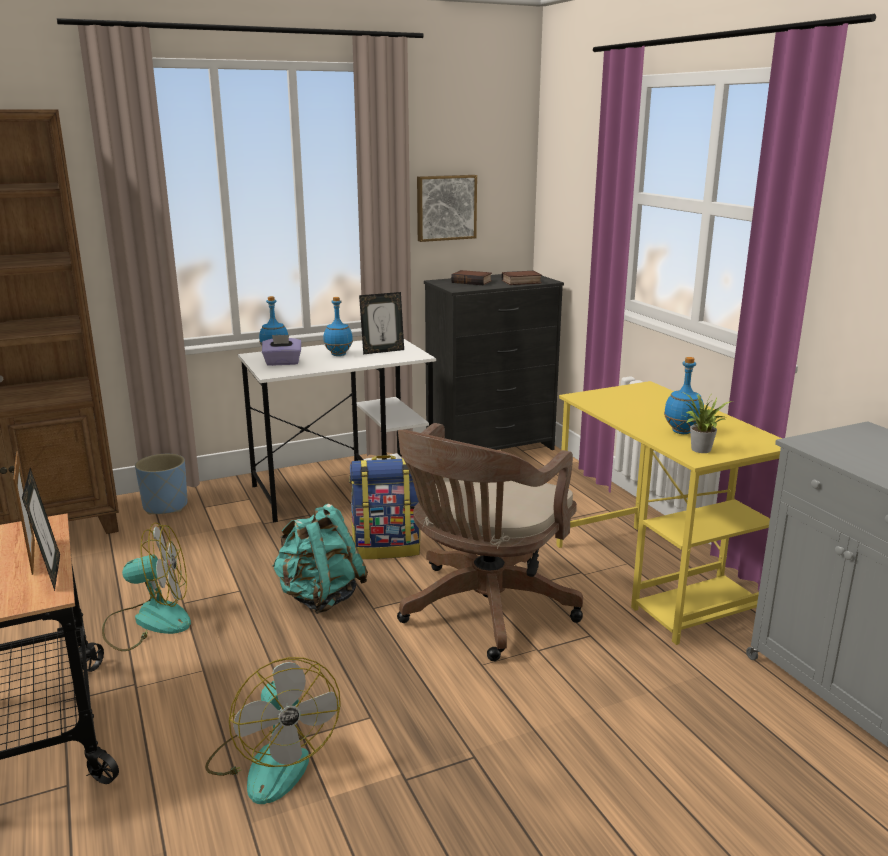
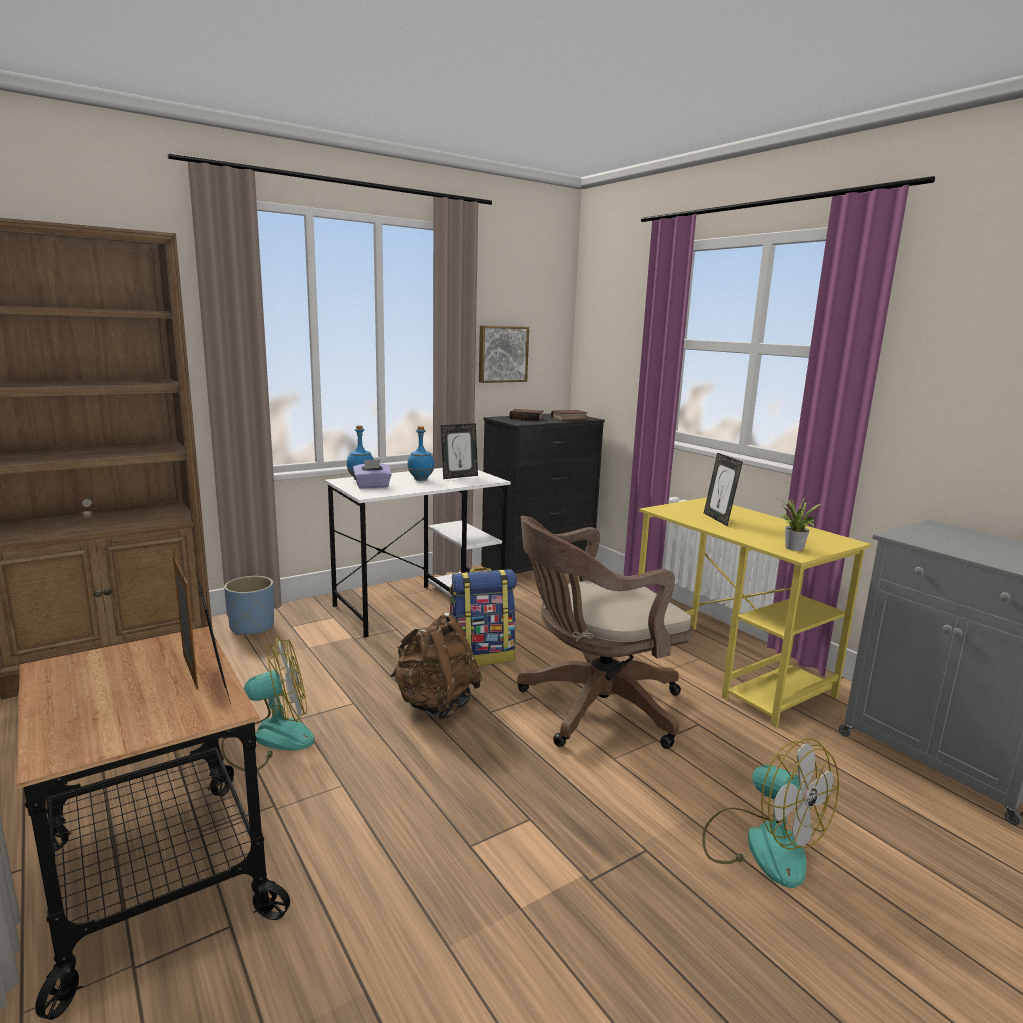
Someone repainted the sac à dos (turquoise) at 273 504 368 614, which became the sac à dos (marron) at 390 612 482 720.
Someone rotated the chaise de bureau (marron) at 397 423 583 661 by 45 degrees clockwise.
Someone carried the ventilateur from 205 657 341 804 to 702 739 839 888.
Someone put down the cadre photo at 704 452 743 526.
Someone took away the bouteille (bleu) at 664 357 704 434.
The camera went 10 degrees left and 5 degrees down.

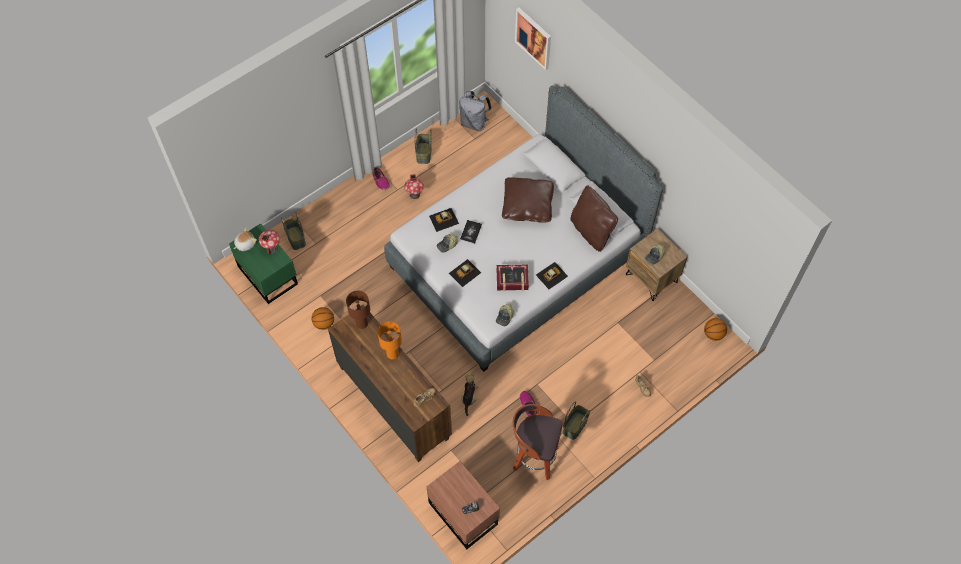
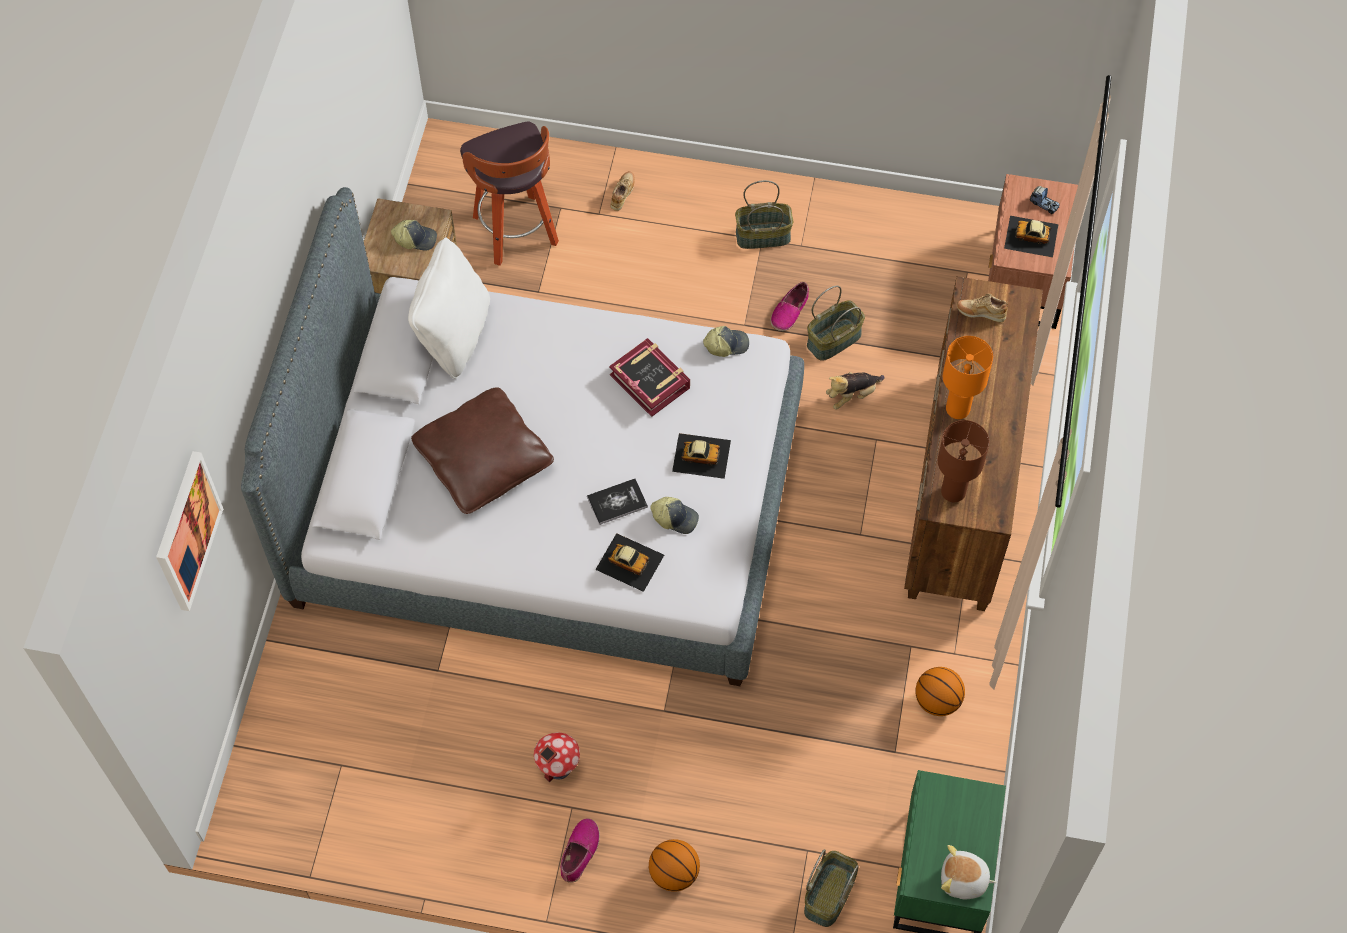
Someone repainted the coussin (marron) at 570 185 618 252, which became the coussin (blanc) at 408 237 490 379.
Someone carried the tabouret from 513 404 562 480 to 460 122 559 266.
Someone carried the ballon de basket from 704 318 727 341 to 649 839 700 892.
Someone carried the panier from 415 129 432 164 to 807 286 865 361.
Someone carried the petite voiture from 536 262 568 289 to 1004 216 1059 258.
Someone took away the maison miniature at 259 230 280 255.
Someone took away the sac à dos (gris) at 459 91 491 131.
The camera went 130 degrees left and 0 degrees up.

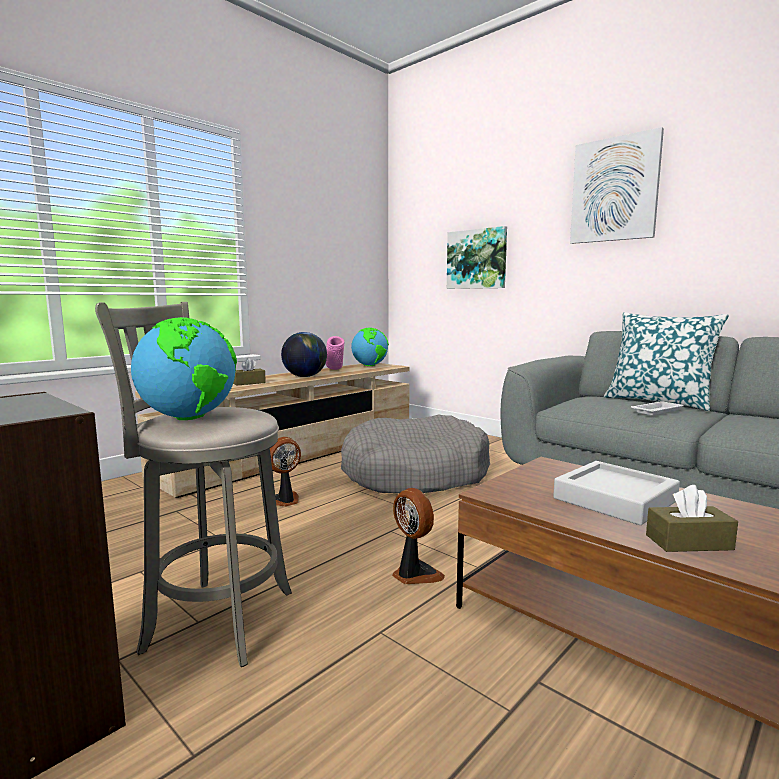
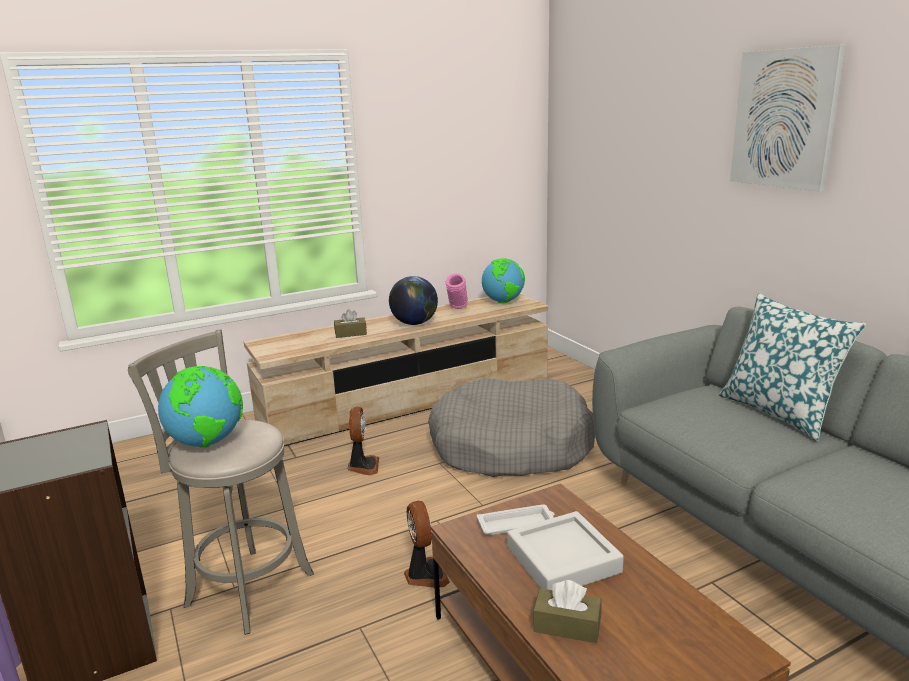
Someone rotated the ventilateur at 270 437 301 507 by 105 degrees clockwise.
Someone carried the plateau (blanc) from 631 401 684 415 to 477 504 555 535.
Someone took away the tableau at 447 226 507 289.
The camera went 20 degrees right and 10 degrees up.

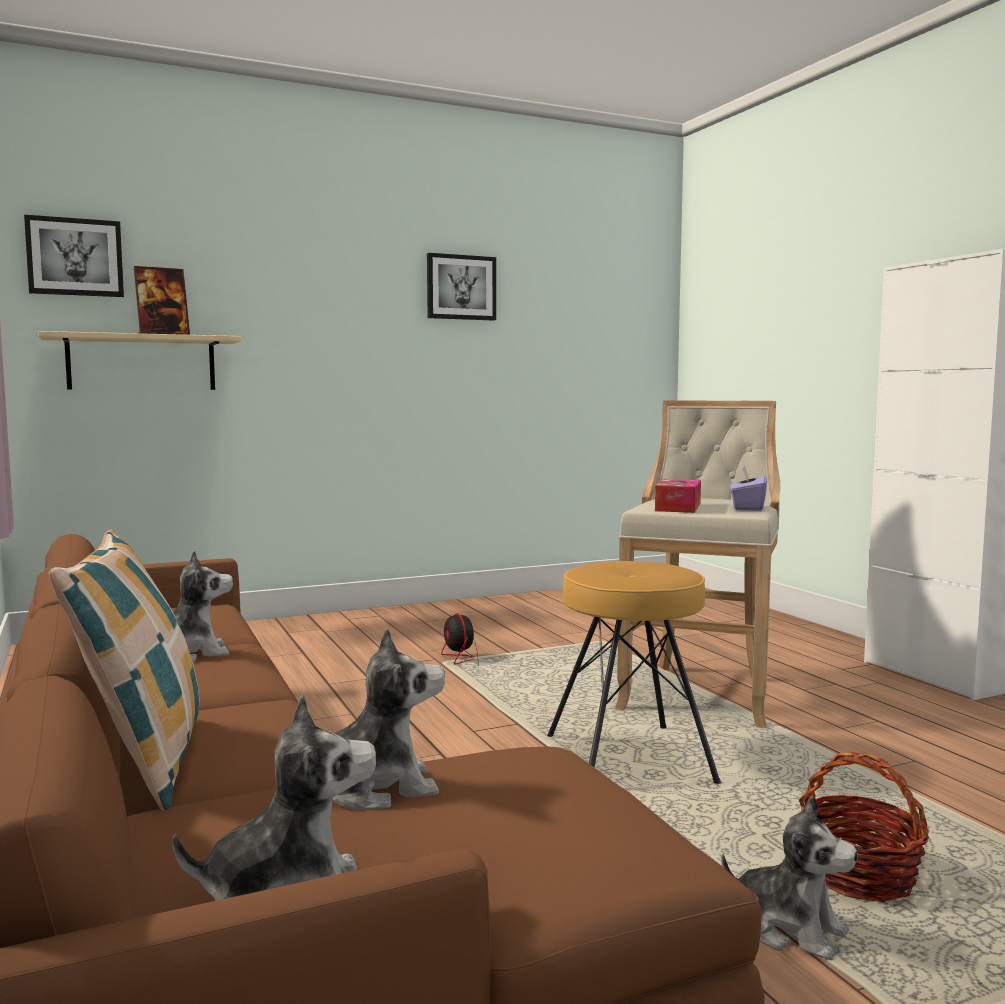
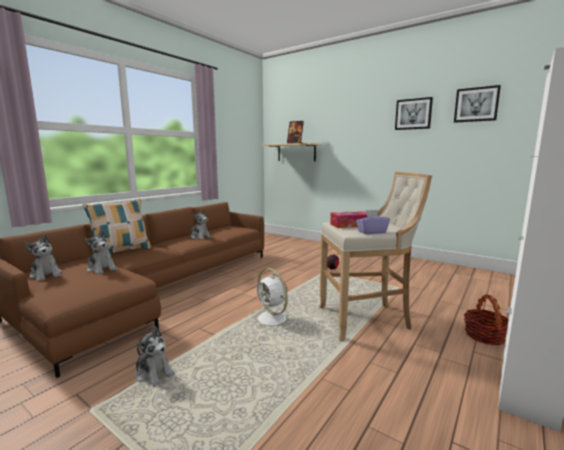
Someone rotated the peluche at 721 795 858 960 by 60 degrees counterclockwise.
Someone swapped the tabouret (marron) at 547 561 721 784 for the ventilateur (blanc) at 249 268 297 331.
Someone carried the tableau from 24 215 124 297 to 454 85 501 123.
Someone carried the panier from 799 752 929 902 to 464 294 509 345.
The camera went 60 degrees right and 5 degrees up.

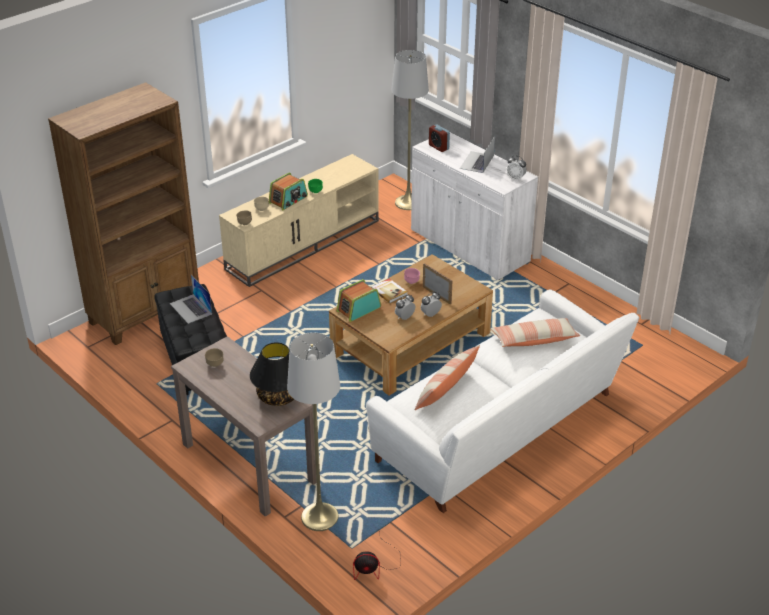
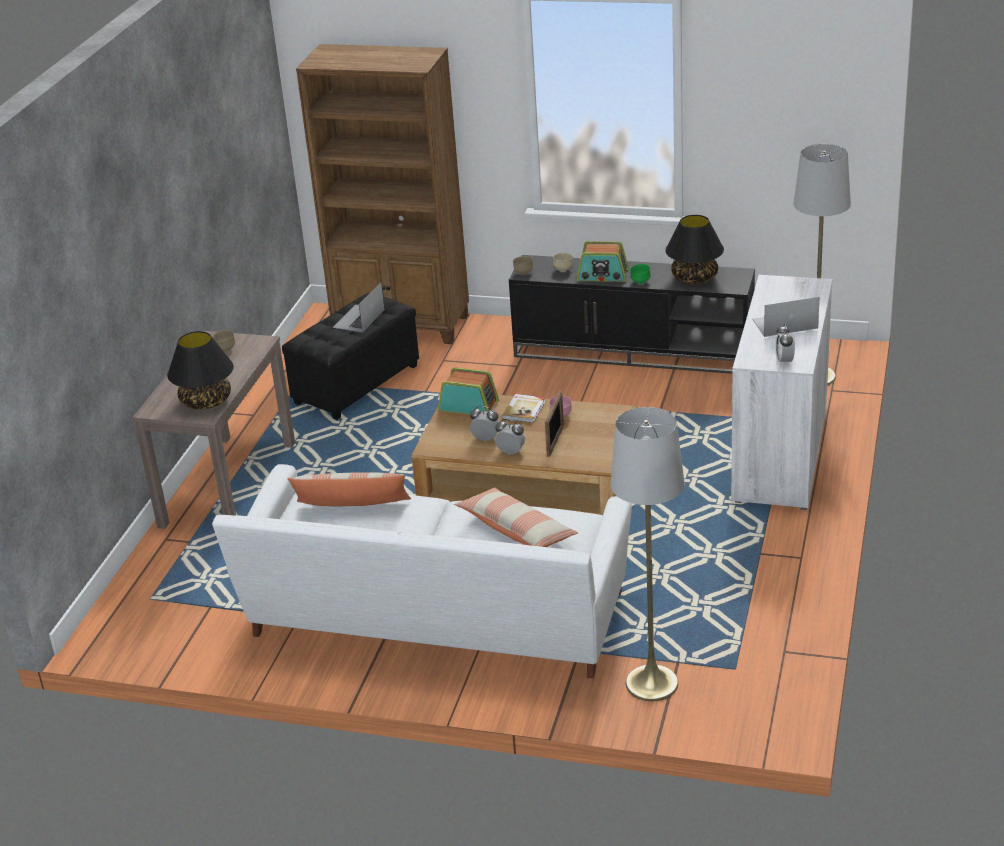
Someone repainted the meuble télé (beige) at 219 154 379 287, which became the meuble télé (noir) at 509 255 755 374.
Someone carried the lampadaire (gris) from 287 332 340 531 to 611 407 685 701.
Someone put down the lampe de table (noir) at 665 215 724 284.
Someone took away the ventilateur at 353 530 401 580.
Someone took away the réveil at 429 124 450 152.
The camera went 60 degrees right and 5 degrees down.

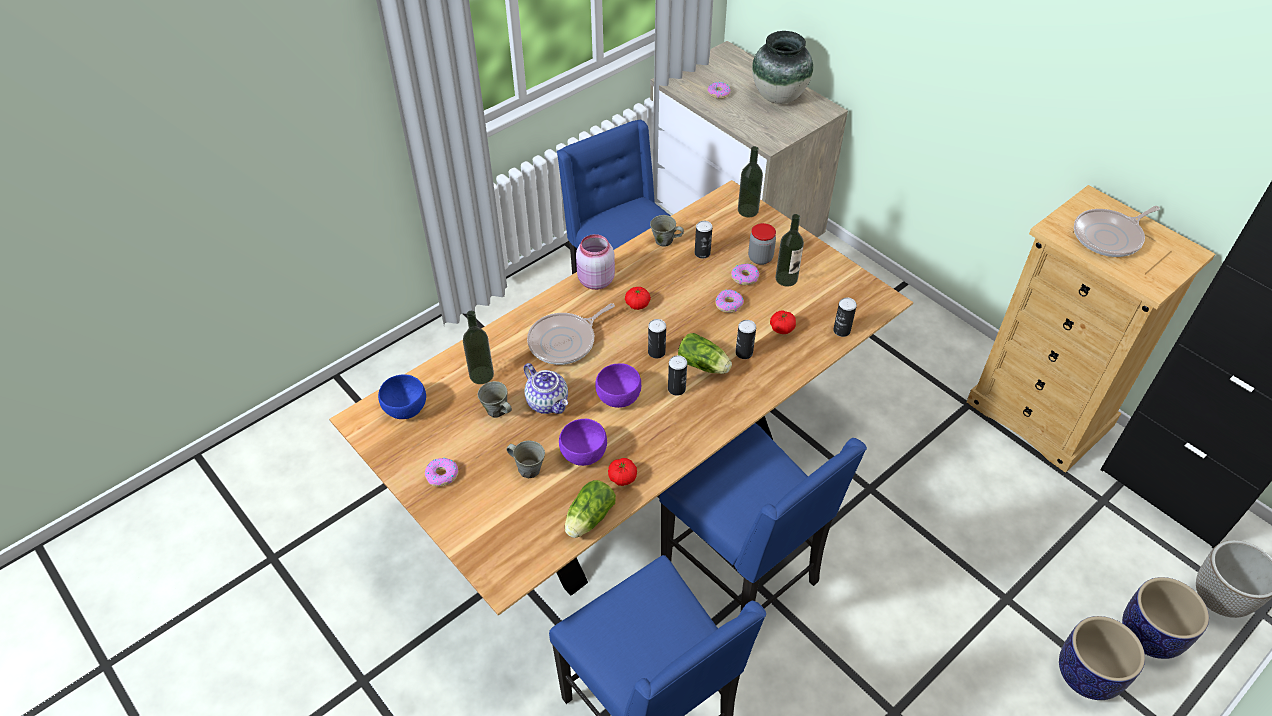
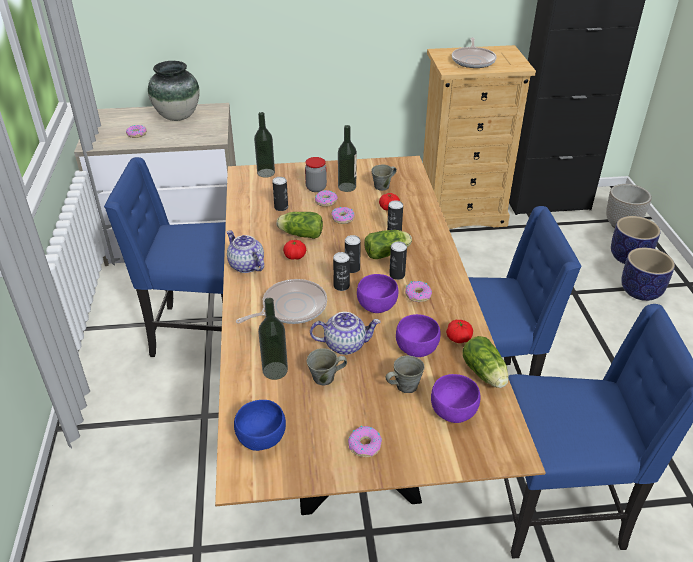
Someone swapped the bocal (rose) at 576 234 615 290 for the théière at 227 231 264 273.
Someone rotated the poêle at 527 303 615 365 by 120 degrees counterclockwise.
Someone put down the laitue at 277 212 323 239.
Someone carried the boîte métallique from 833 298 857 337 to 333 252 350 291.
Someone carried the mug (gris) from 650 215 684 247 to 371 164 397 191.
Someone put down the beignet at 405 281 432 302.
Someone put down the bol (violet) at 431 374 480 423.
The camera went 55 degrees left and 10 degrees down.

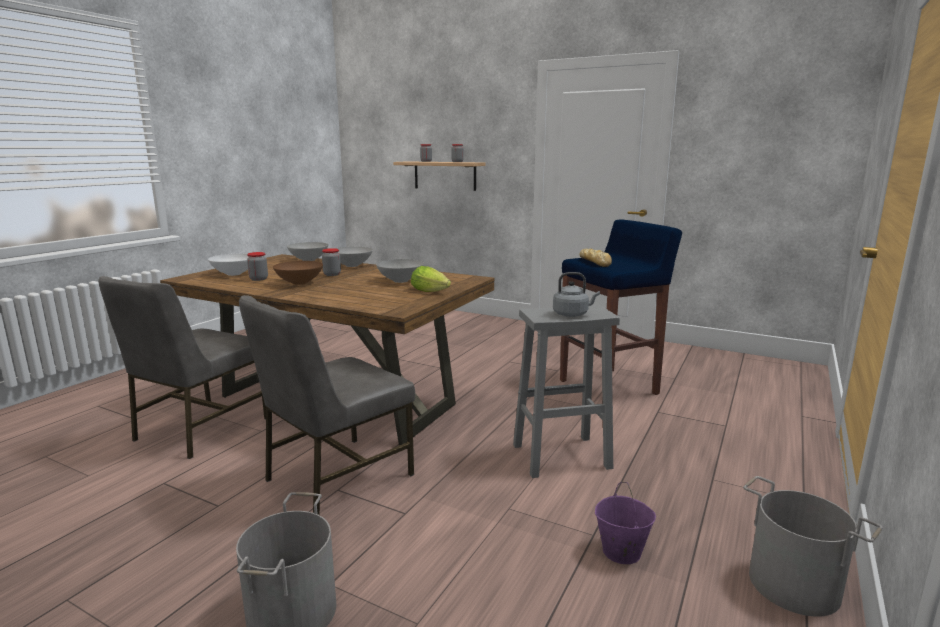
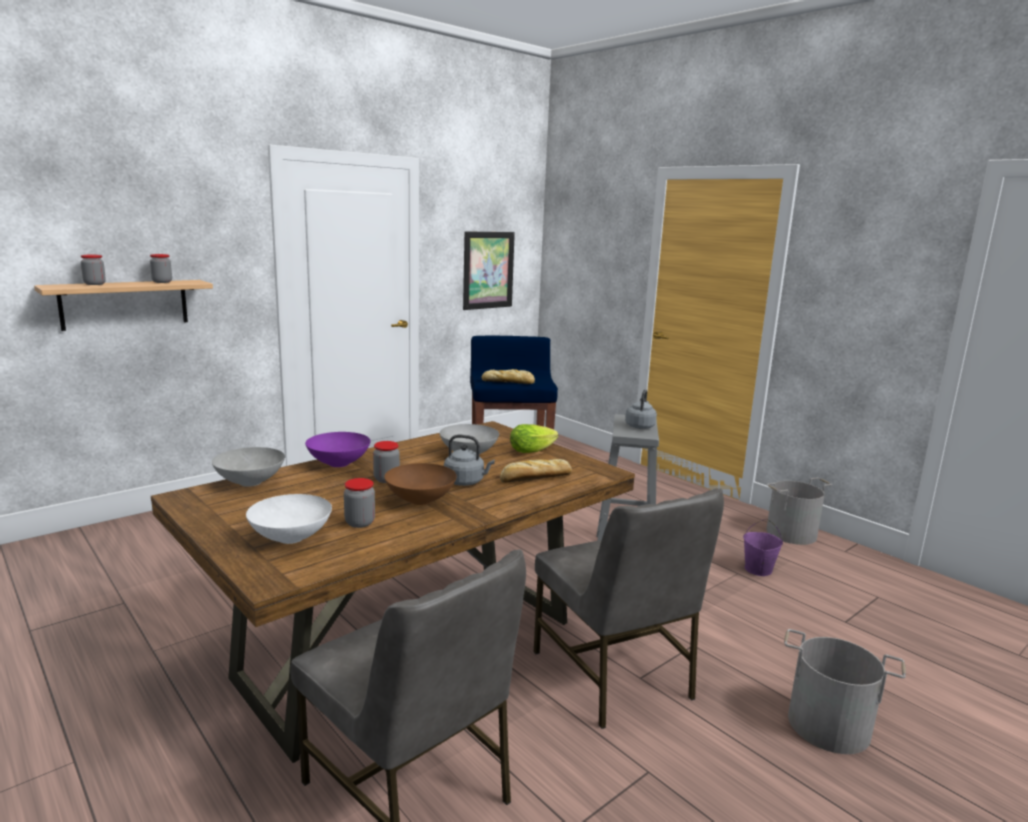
Someone repainted the bol (gris) at 335 247 373 267, which became the bol (violet) at 305 432 371 467.
Someone put down the bouilloire (gris) at 444 435 495 486.
Someone put up the tableau at 463 231 515 310.
Someone put down the pain at 500 459 572 483.
The camera went 70 degrees left and 0 degrees up.

